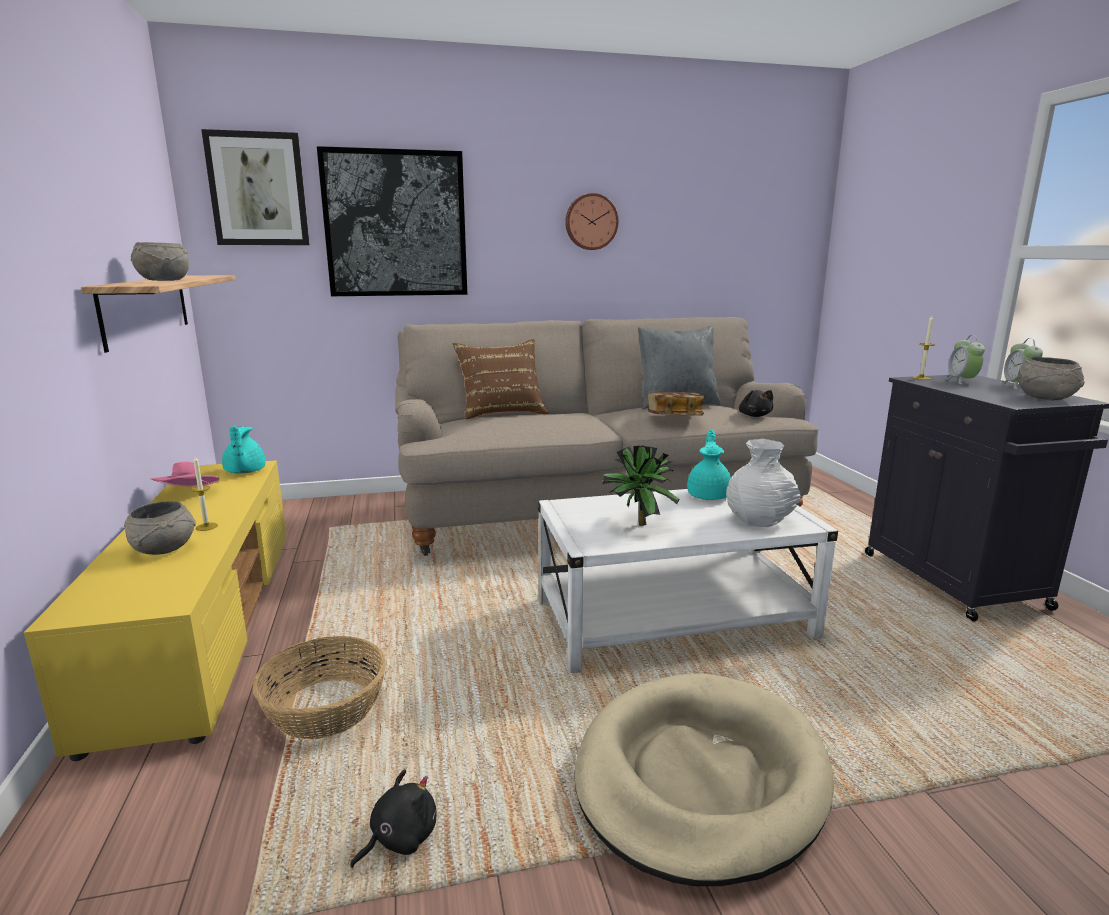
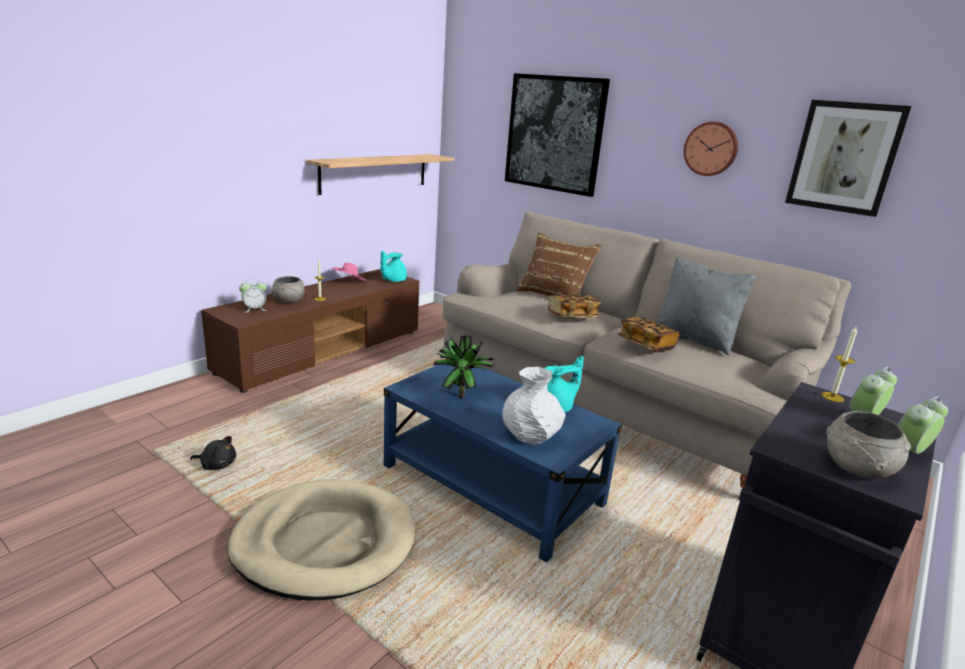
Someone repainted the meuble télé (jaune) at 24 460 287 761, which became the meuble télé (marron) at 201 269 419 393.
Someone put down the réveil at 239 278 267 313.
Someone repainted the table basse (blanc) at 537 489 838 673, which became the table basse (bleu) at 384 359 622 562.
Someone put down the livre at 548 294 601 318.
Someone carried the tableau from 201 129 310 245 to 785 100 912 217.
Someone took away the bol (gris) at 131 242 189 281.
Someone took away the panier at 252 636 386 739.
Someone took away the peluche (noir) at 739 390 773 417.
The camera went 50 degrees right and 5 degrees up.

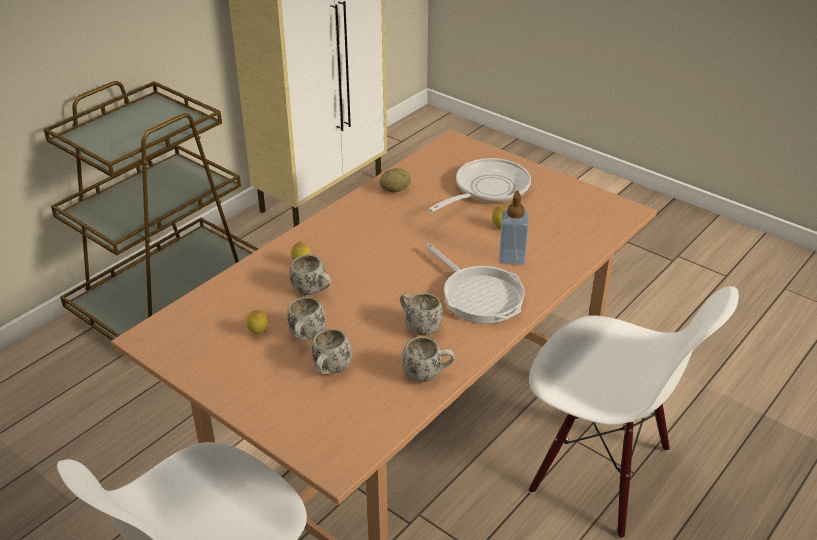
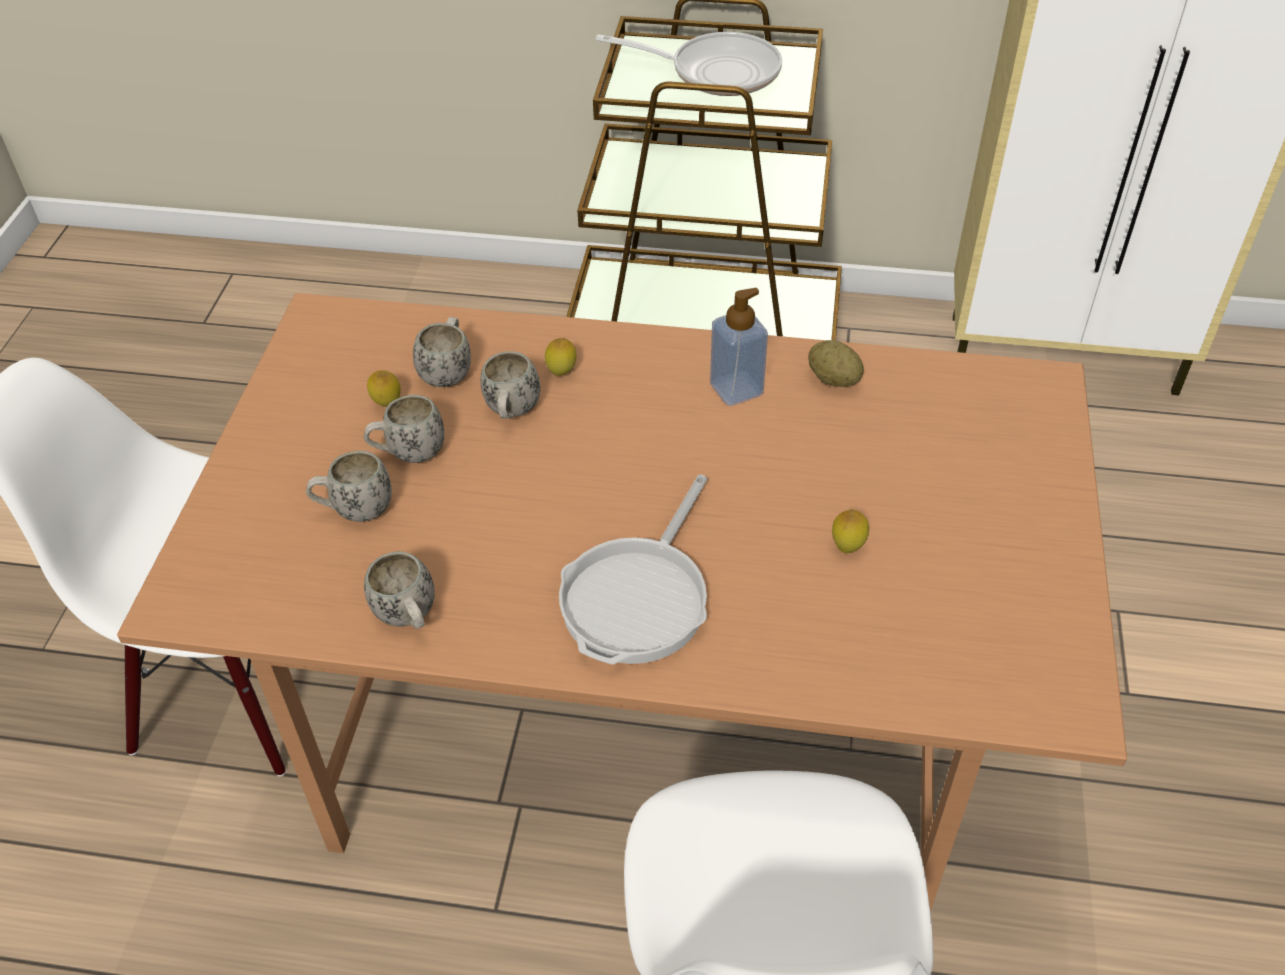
Someone carried the mug (blanc) from 400 293 443 335 to 413 317 471 387.
Someone carried the poêle from 428 158 531 212 to 595 32 782 96.
Someone carried the distributeur de savon from 499 191 529 265 to 710 288 768 406.
The camera went 60 degrees right and 10 degrees up.

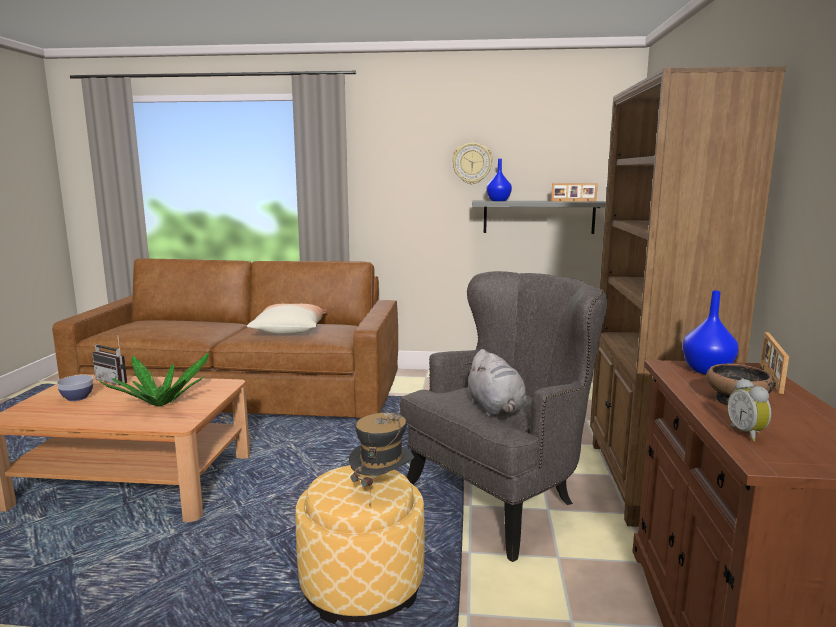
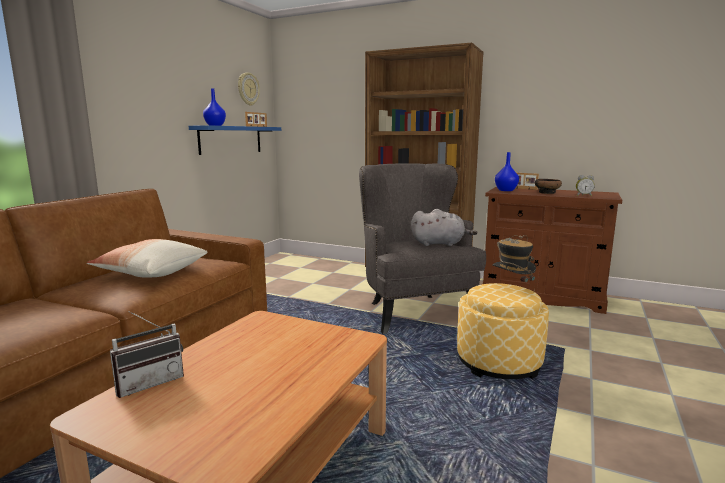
Someone repainted the étagère (gris) at 472 201 606 234, which became the étagère (bleu) at 189 125 281 155.
Someone carried the horloge murale from 452 142 493 184 to 238 73 260 106.
Someone took away the bol at 57 375 93 401.
Someone took away the plante en pot at 99 353 209 407.
The camera went 70 degrees left and 0 degrees up.

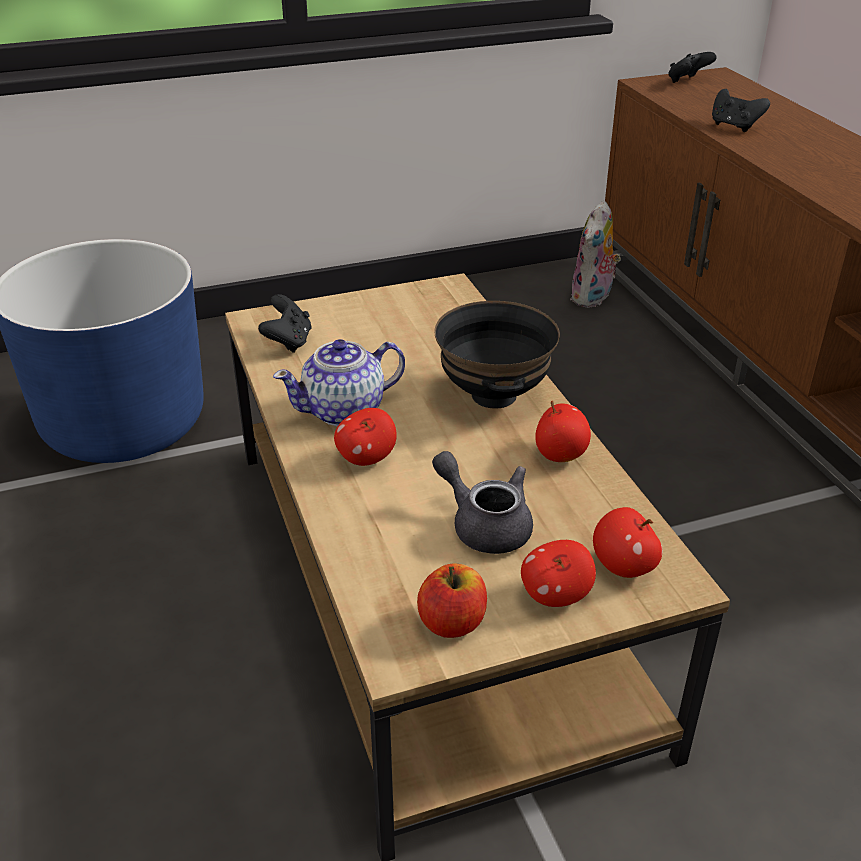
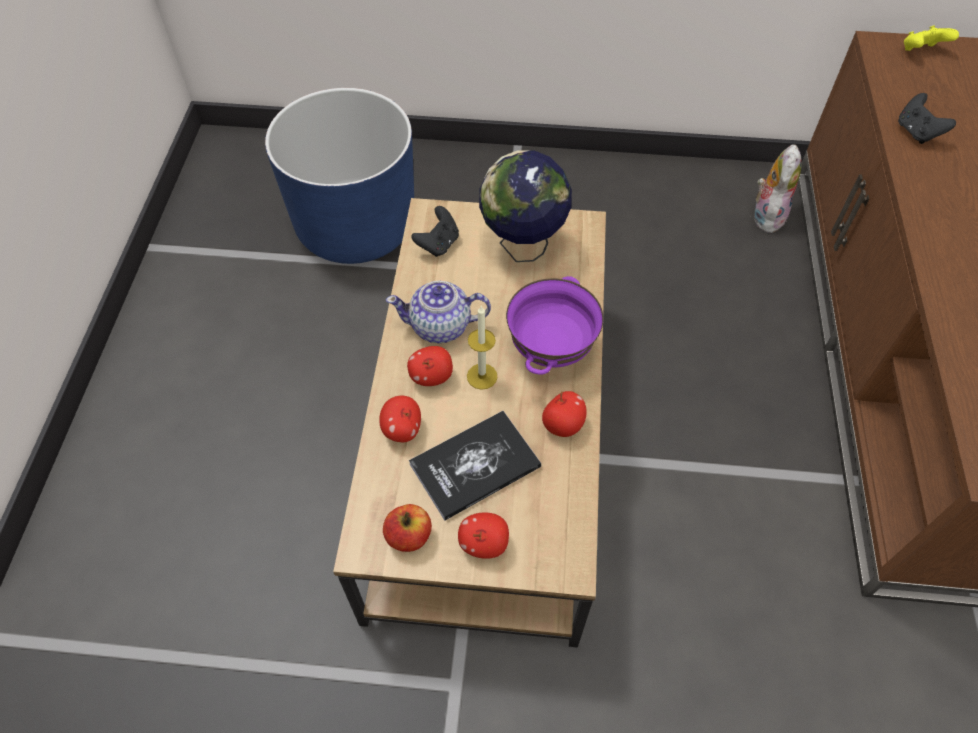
Someone carried the pomme from 593 507 663 578 to 379 396 421 442.
Someone swapped the théière (gris) at 432 451 533 554 for the livre at 409 411 541 521.
Someone put down the bougie at 467 306 498 390.
Someone put down the globe at 479 150 572 262.
Someone repainted the bol (noir) at 434 301 560 408, which became the bol (violet) at 506 276 604 375.
Someone rotated the peluche at 570 201 621 308 by 150 degrees clockwise.
Someone repainted the manette (noir) at 668 52 717 83, which became the manette (jaune) at 904 25 959 51.
The camera went 25 degrees right and 20 degrees up.

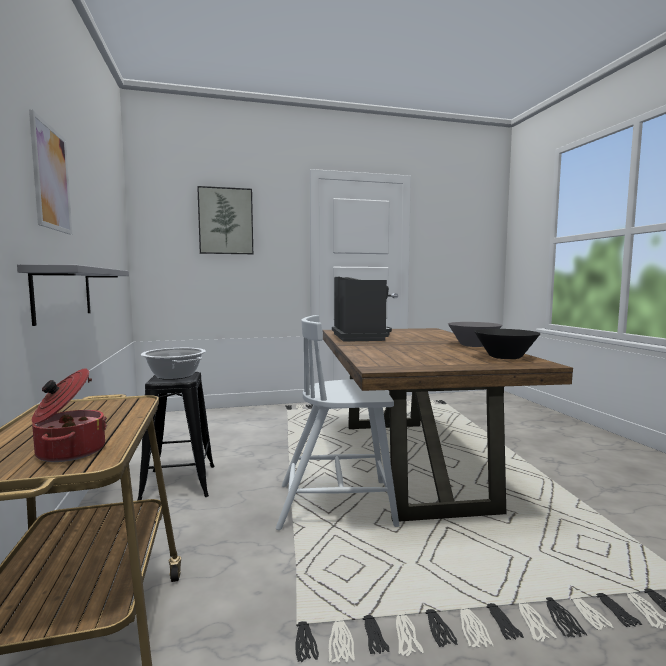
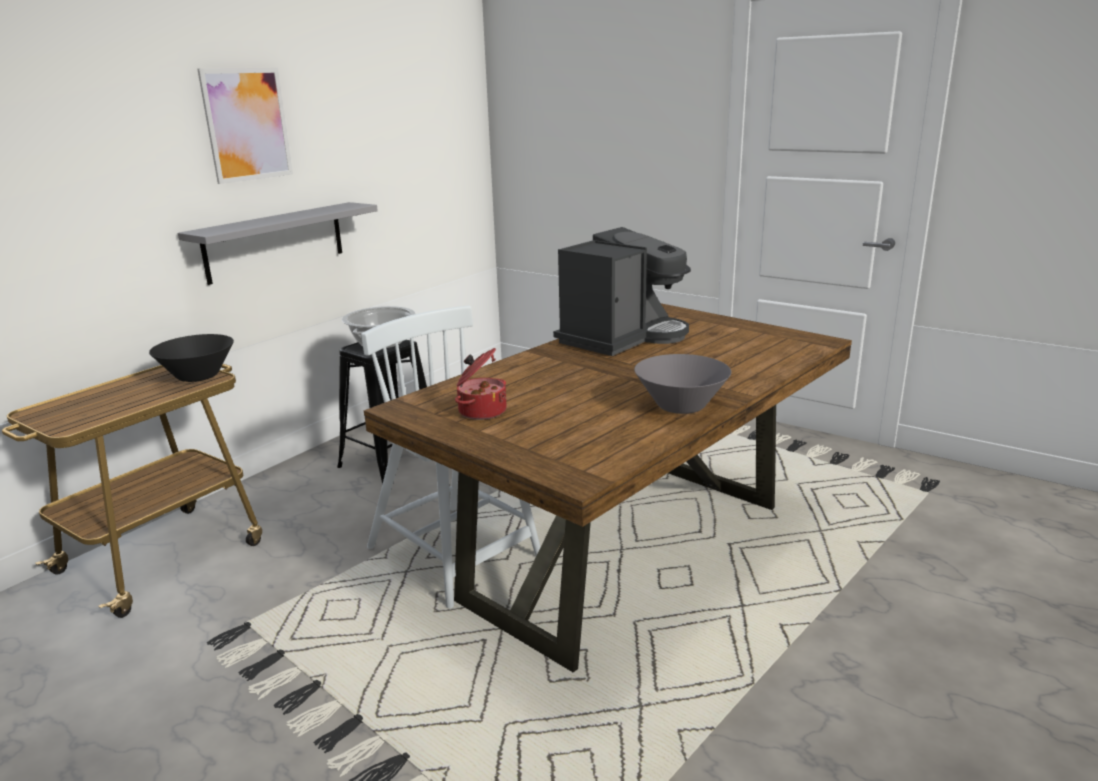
Someone carried the bol (noir) from 474 329 541 359 to 149 334 234 382.
Someone carried the marmite from 32 368 107 462 to 455 348 507 420.
Someone took away the tableau at 197 186 253 254.
The camera went 50 degrees right and 15 degrees up.

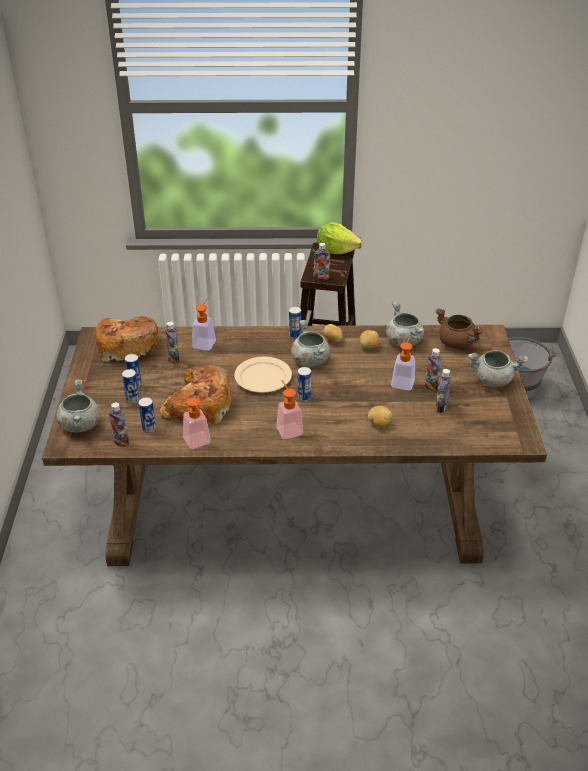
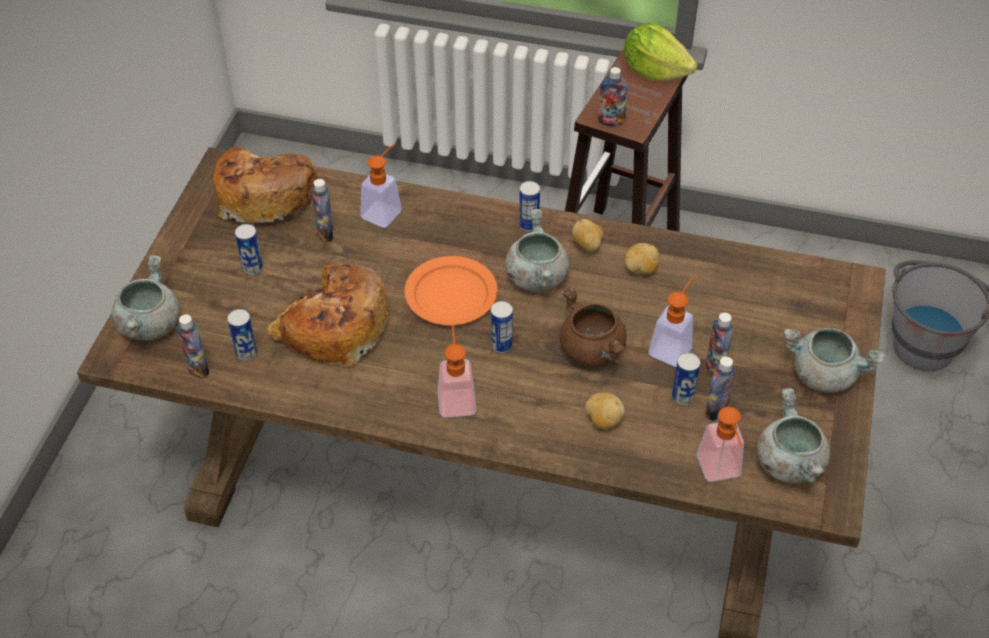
Someone repainted the assiette (beige) at 234 357 292 393, which became the assiette (orange) at 405 256 498 325.
Someone carried the marmite (marron) from 435 308 484 349 to 560 286 627 367.
Someone carried the boîte métallique from 122 369 139 404 to 672 353 700 406.
Someone carried the distributeur de savon from 183 397 211 449 to 697 407 744 482.
Someone carried the marmite (gris) from 386 302 425 346 to 757 388 830 484.
The camera went 15 degrees right and 10 degrees up.

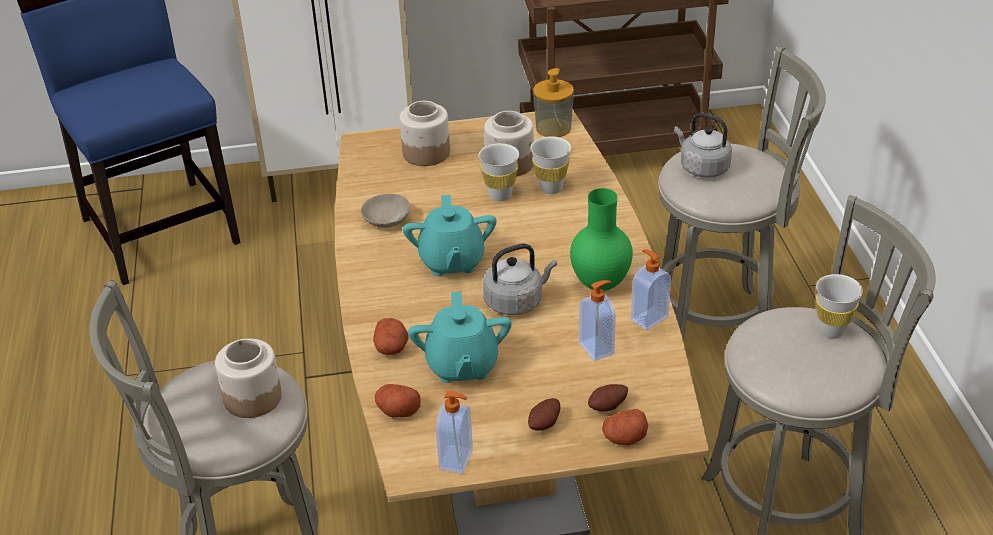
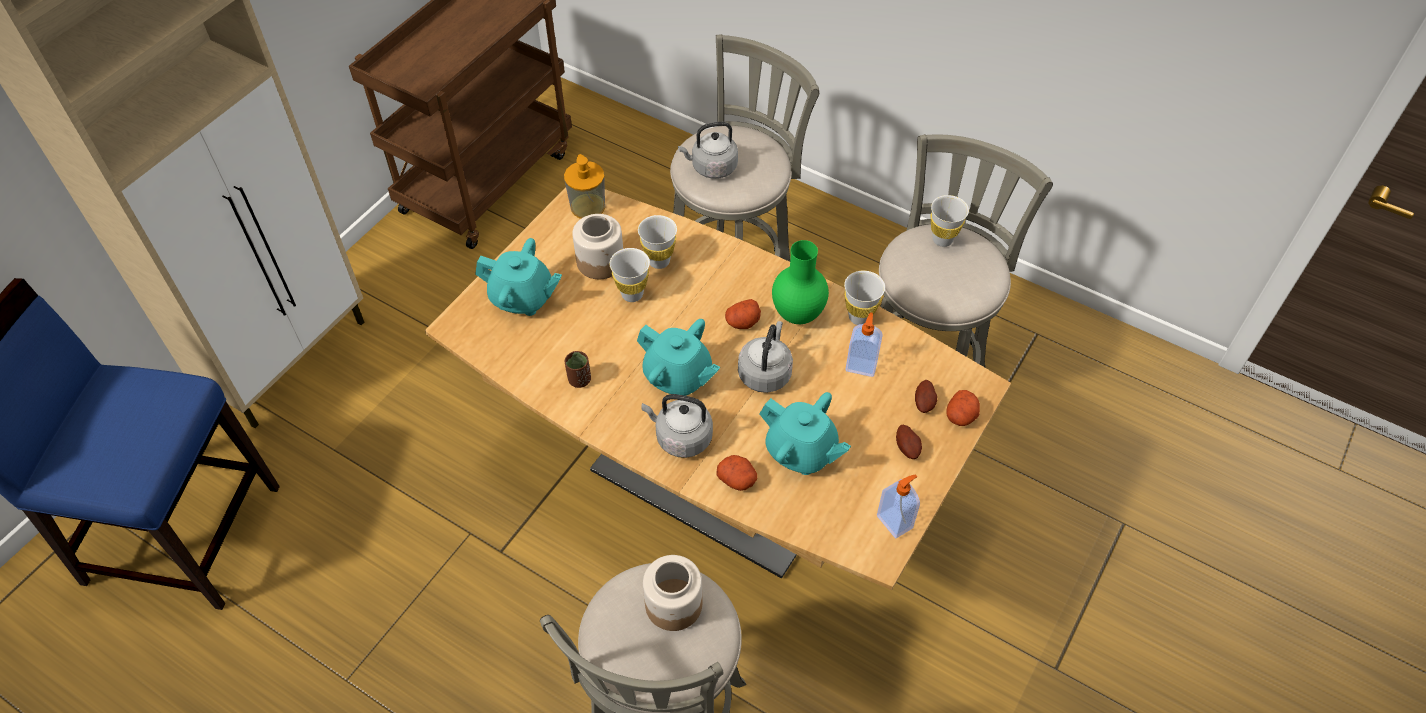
Someone swapped the bocal at 399 101 450 166 for the théière (turquoise) at 475 238 562 316.
Someone swapped the bol (beige) at 361 194 410 228 for the tasse (marron) at 565 351 591 388.
Someone put down the bouilloire (gris) at 642 394 713 458.
Someone carried the pomme de terre from 374 384 421 417 to 725 299 761 329.
Someone swapped the distributeur de savon at 631 249 671 330 for the tasse (blanc) at 844 271 885 325.
The camera went 50 degrees left and 15 degrees up.

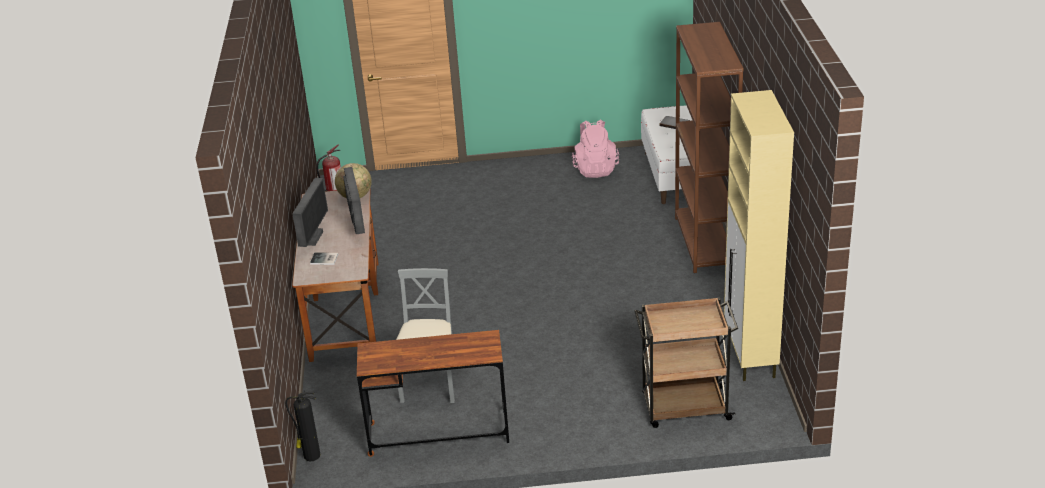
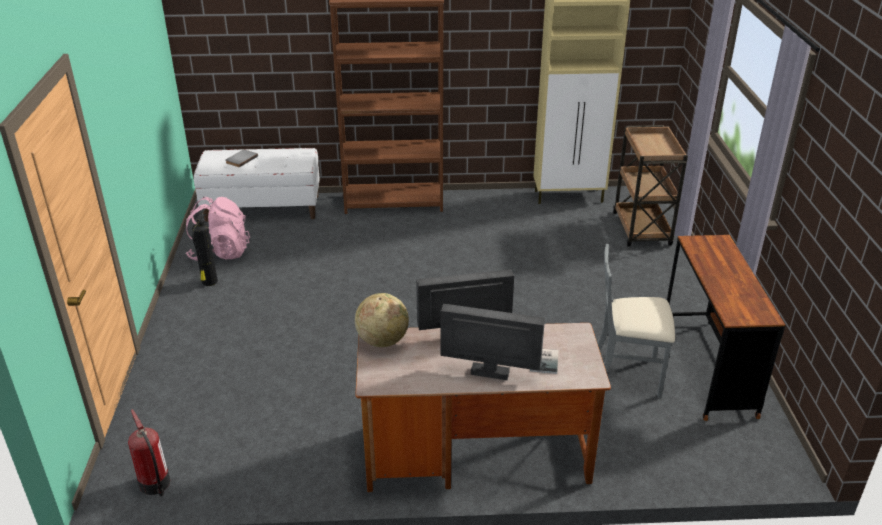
Someone carried the extincteur from 286 391 320 461 to 192 208 218 286.
The camera went 90 degrees left and 0 degrees up.

